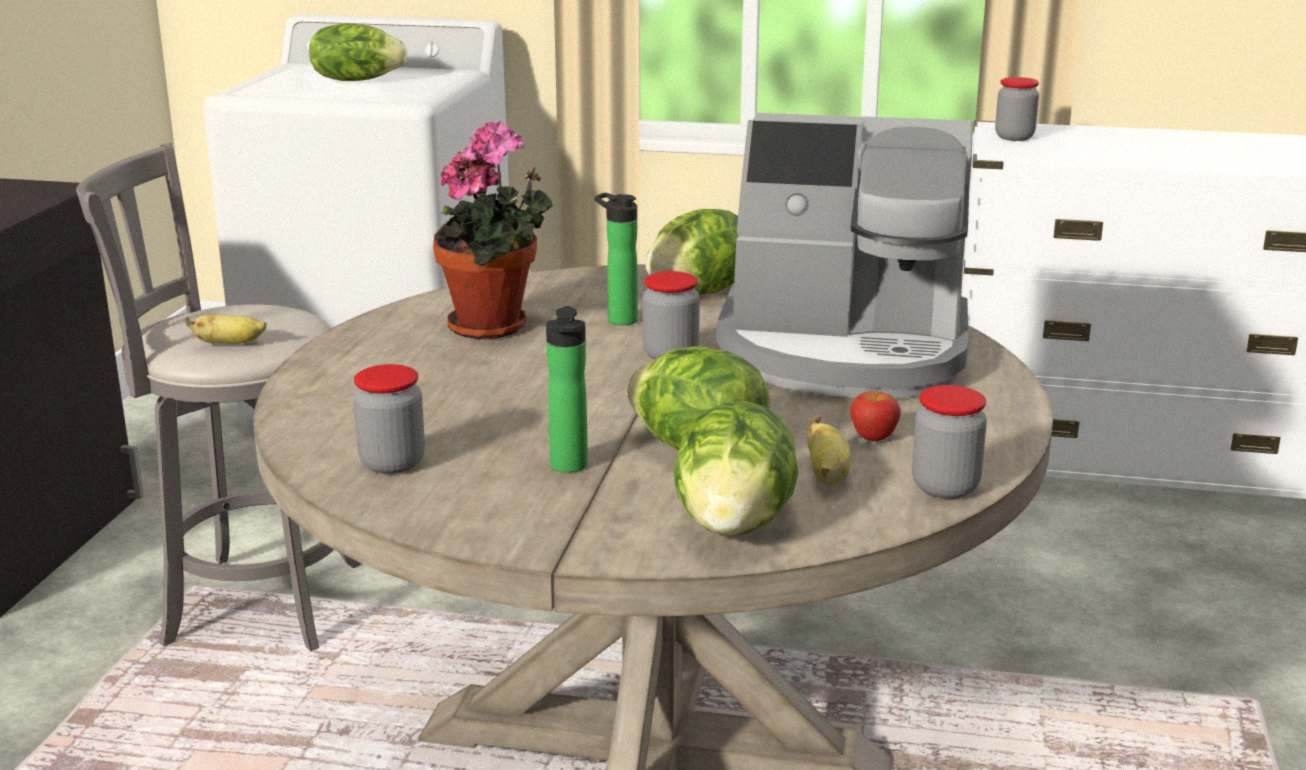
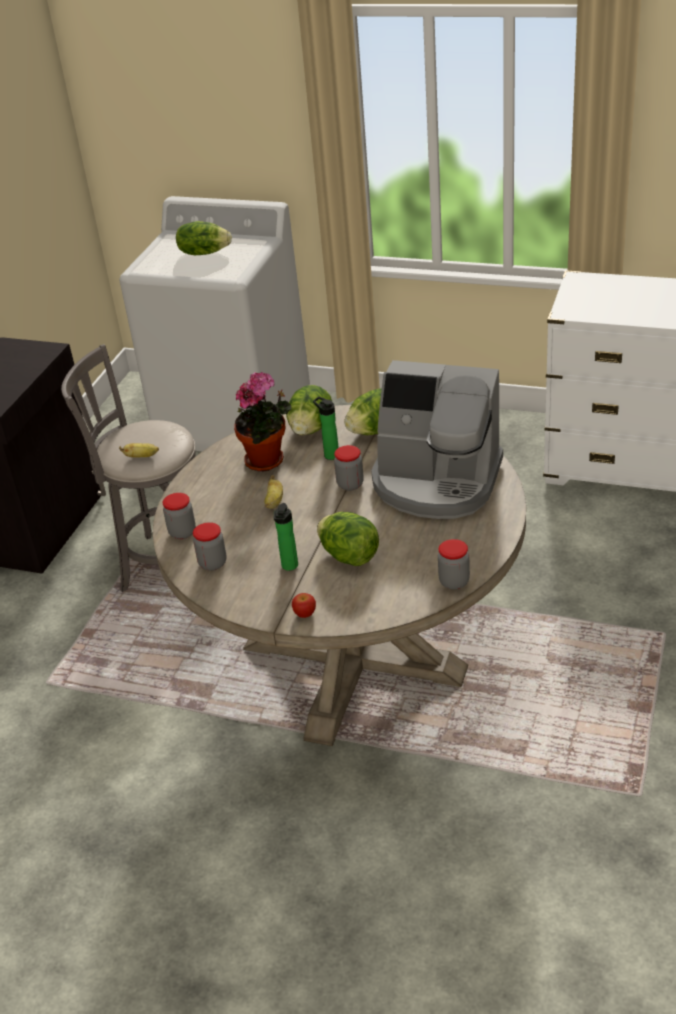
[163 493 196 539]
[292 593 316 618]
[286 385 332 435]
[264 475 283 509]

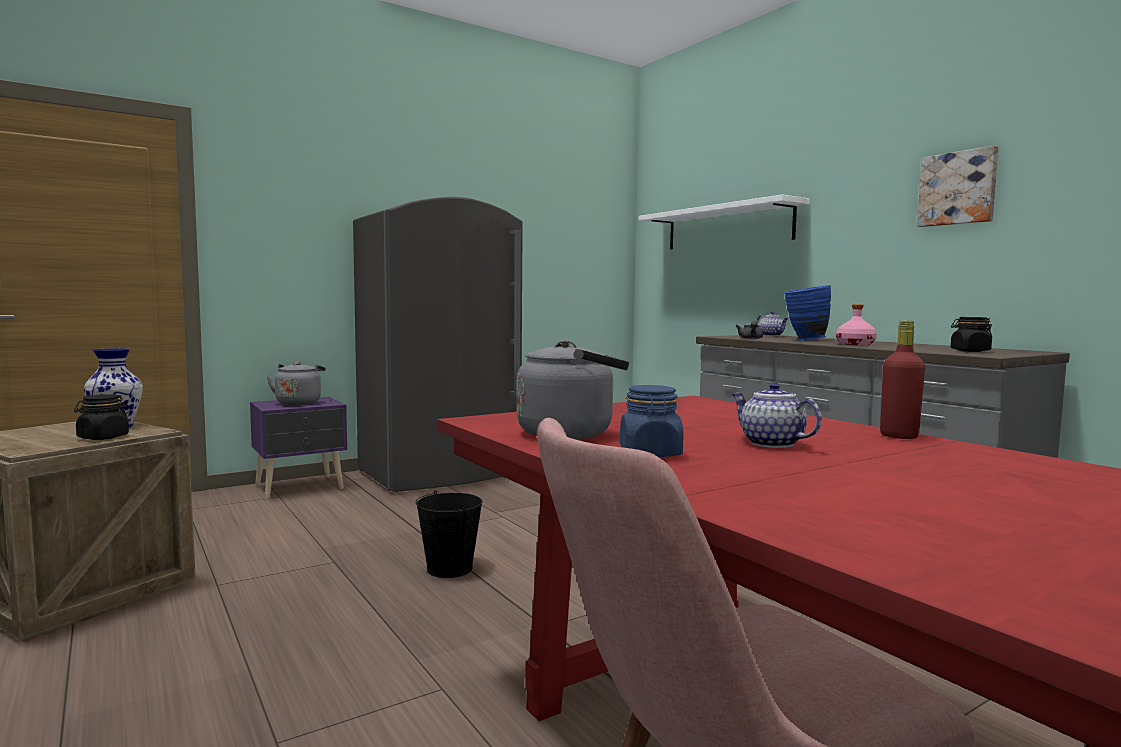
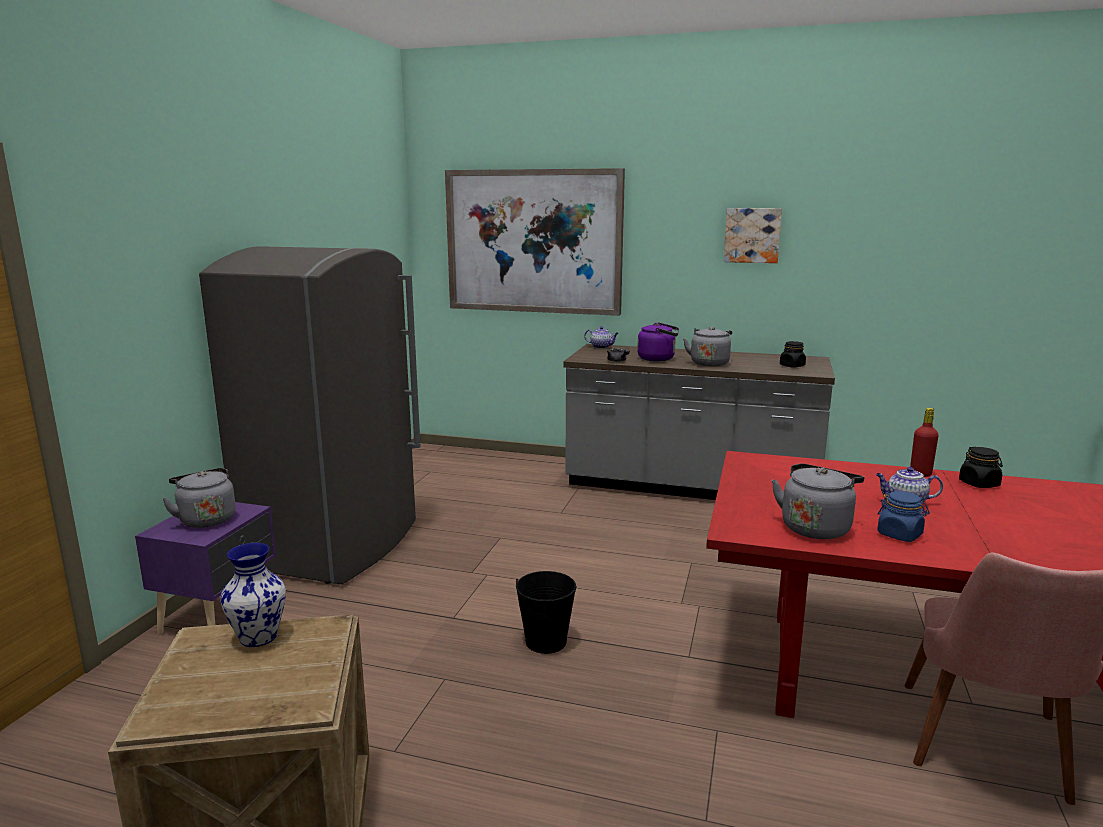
[445 168 625 316]
[637 322 679 361]
[683 327 732 366]
[959 447 1003 488]

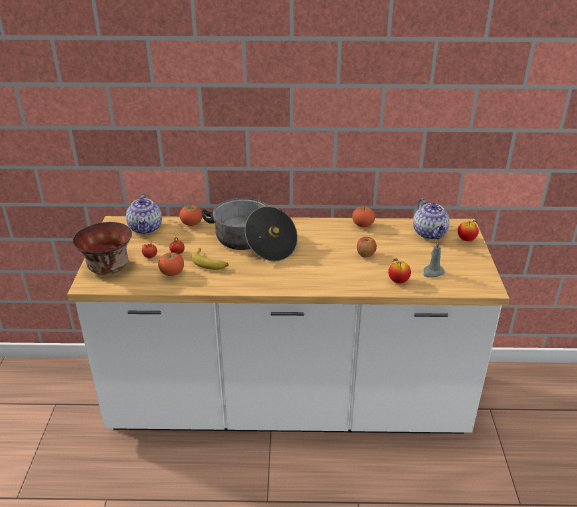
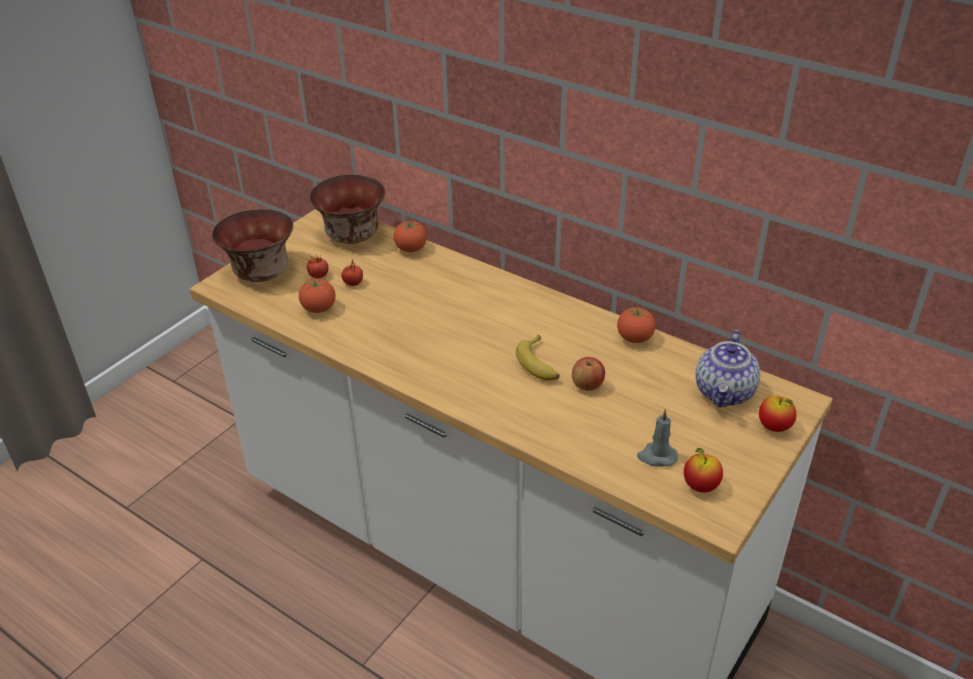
[309 175 385 244]
[201 198 298 262] (first image)
[516 335 560 381]
[684 448 723 493]

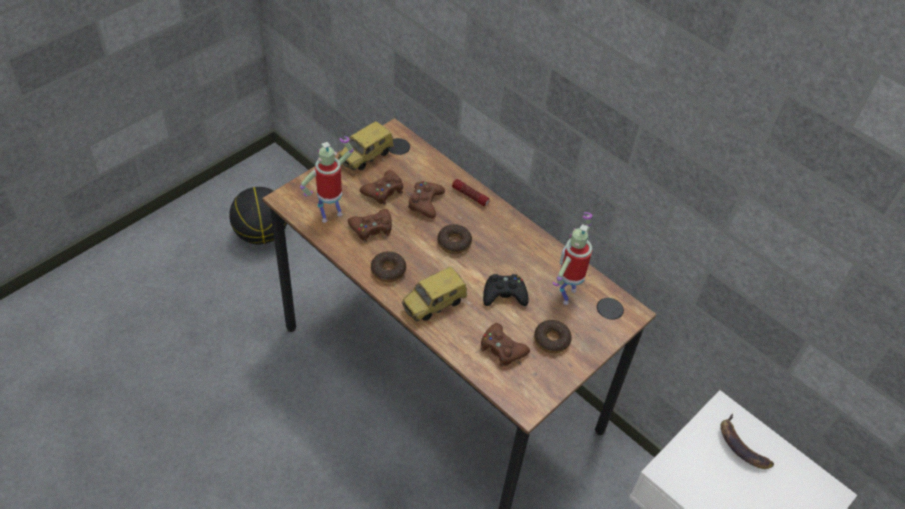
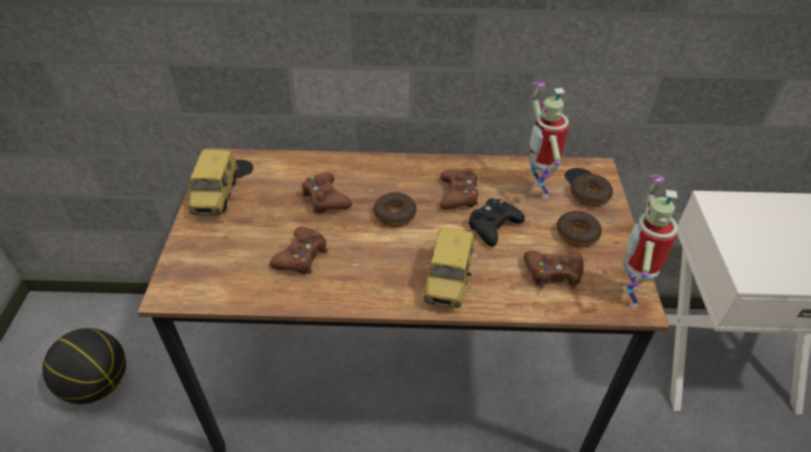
[623 175 678 308]
[440 168 478 210]
[452 179 490 206] (first image)
[570 174 613 206]
[721 413 774 469] (first image)

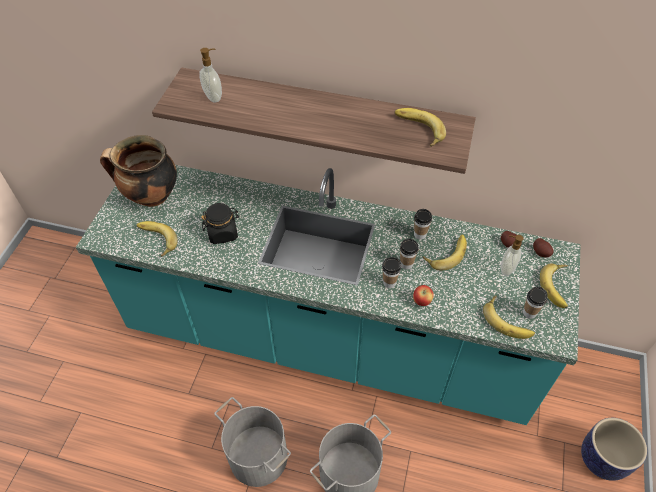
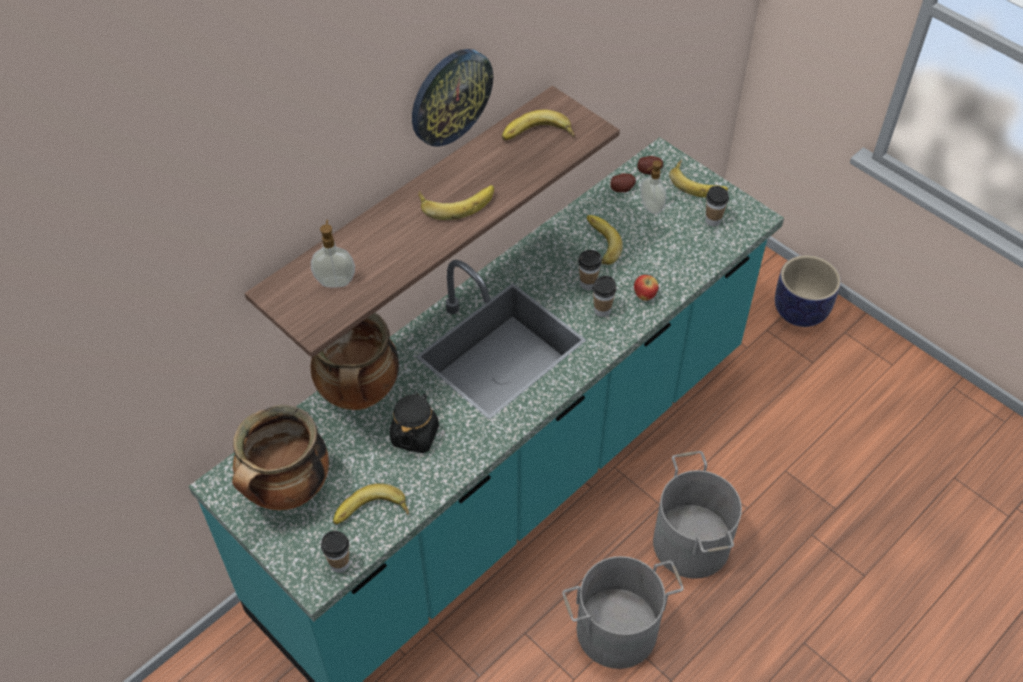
[321 531 350 573]
[418 185 494 220]
[412 49 493 147]
[311 313 399 410]

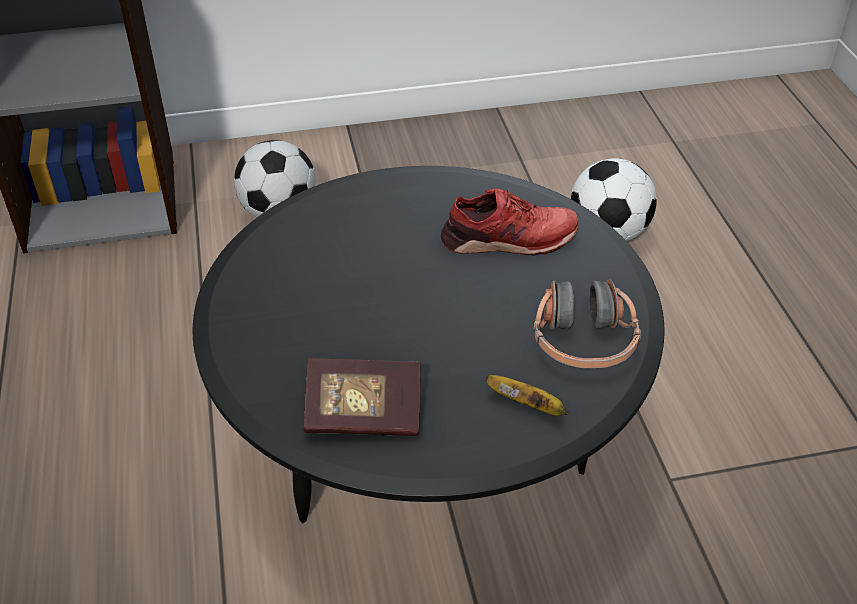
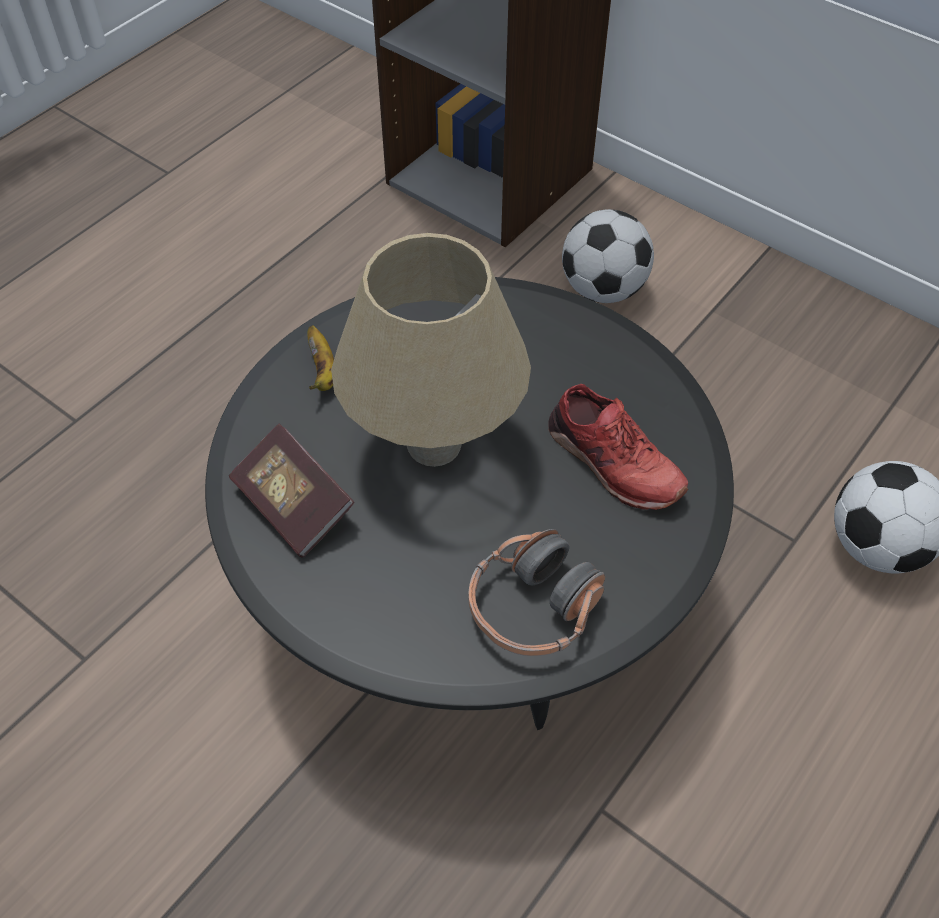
[308 325 334 391]
[331 233 531 467]

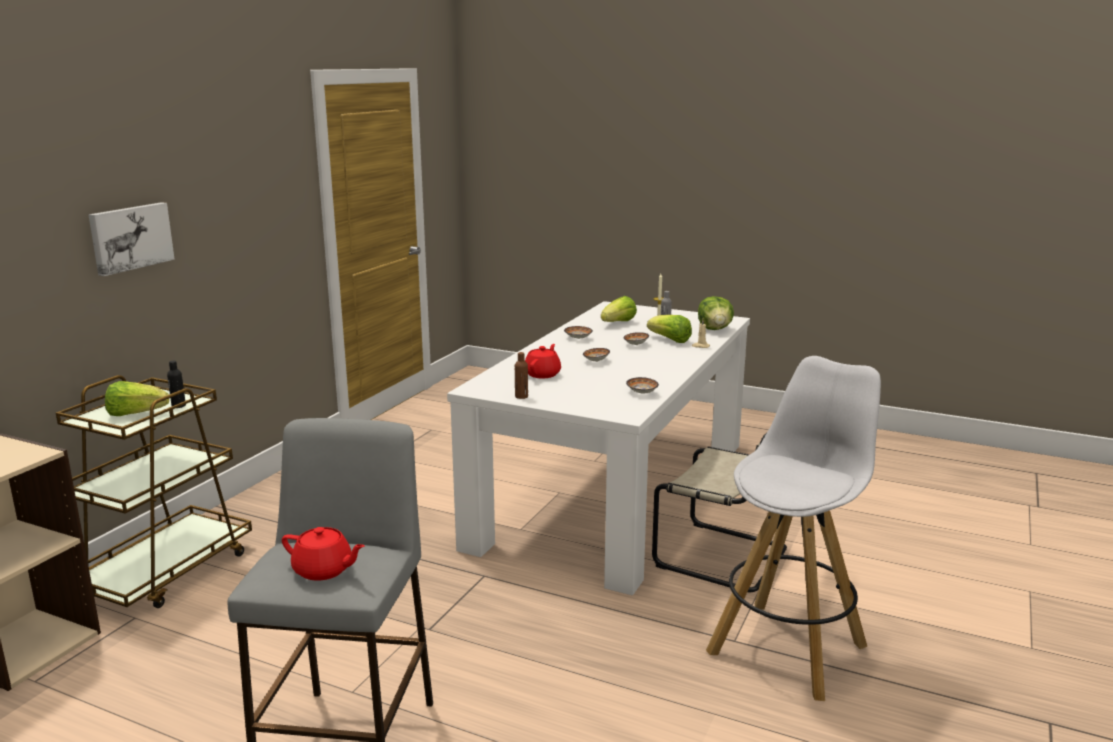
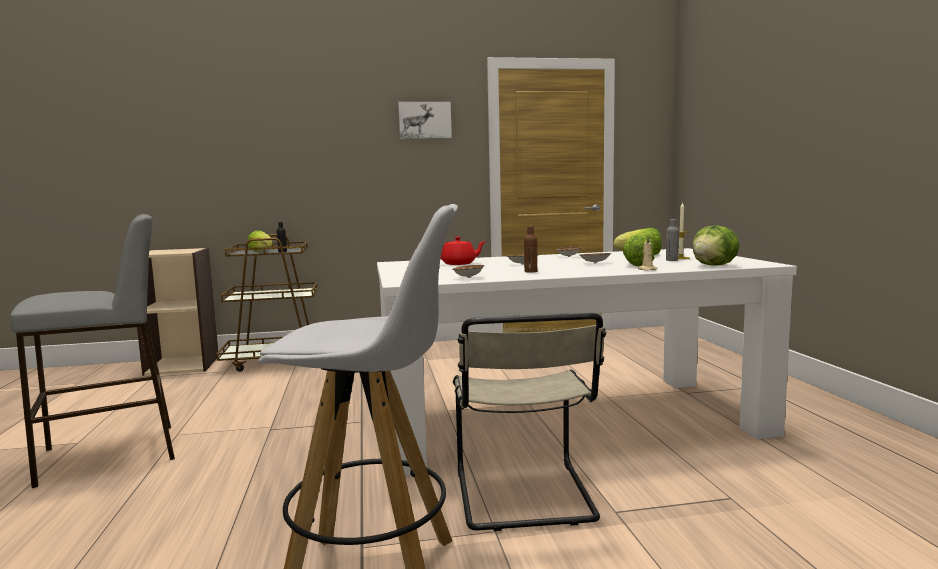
[398 102 452 139]
[524 226 537 273]
[282 527 365 581] (first image)

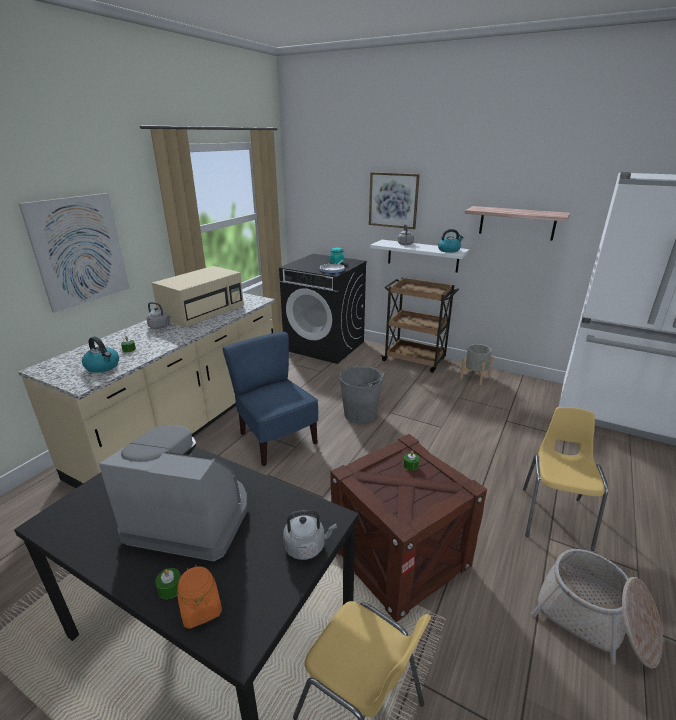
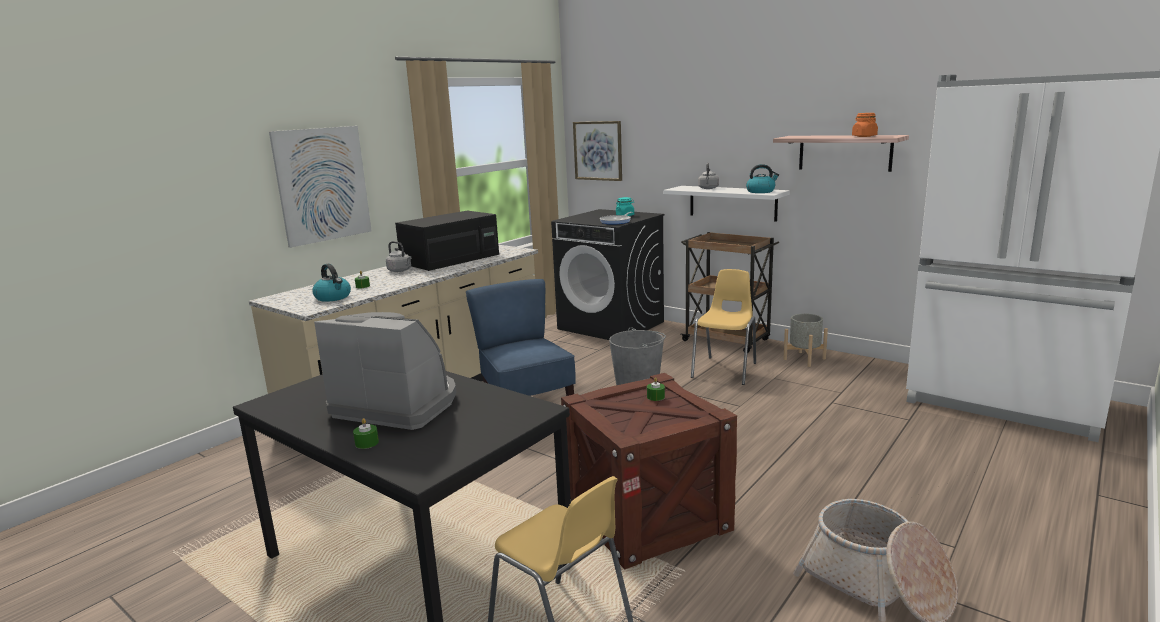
[573 121 622 181]
[395 211 499 271]
[691 269 756 385]
[283 509 337 560] (first image)
[852 113 878 137]

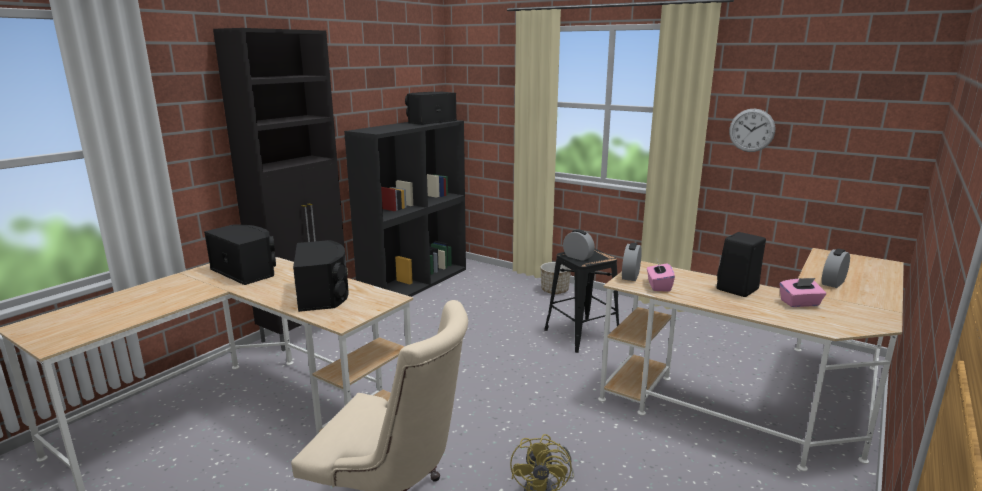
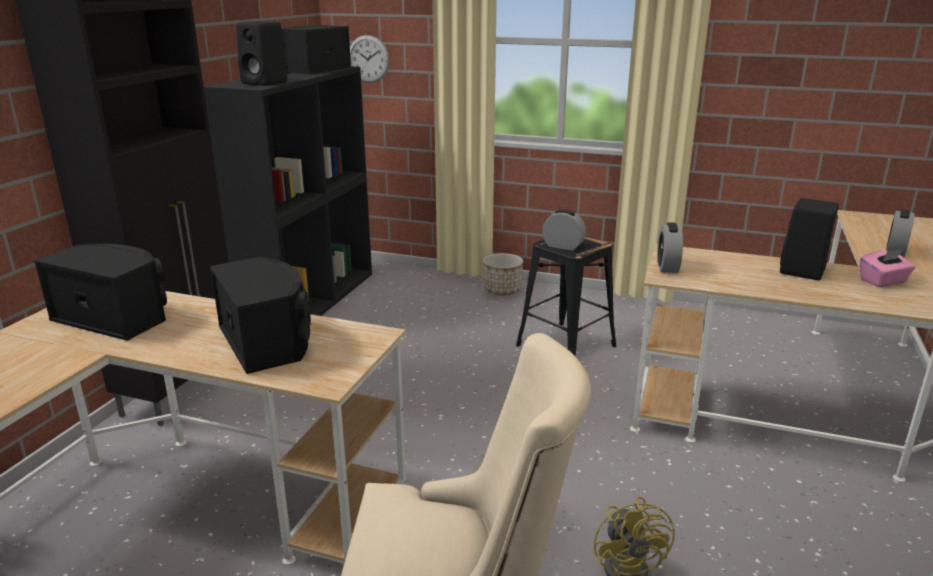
[350 35 390 83]
[647 260 675 292] (first image)
[236 21 287 86]

